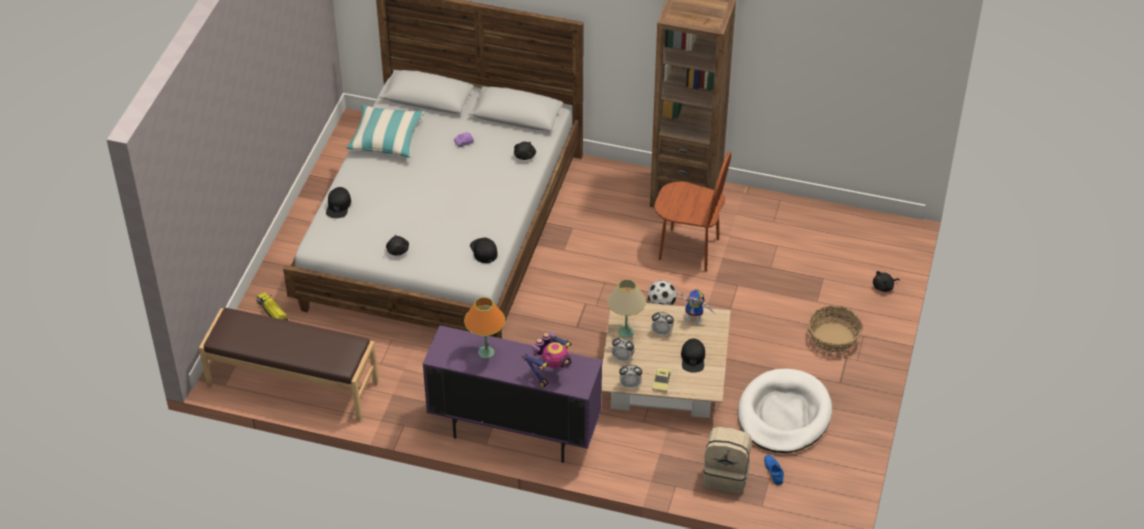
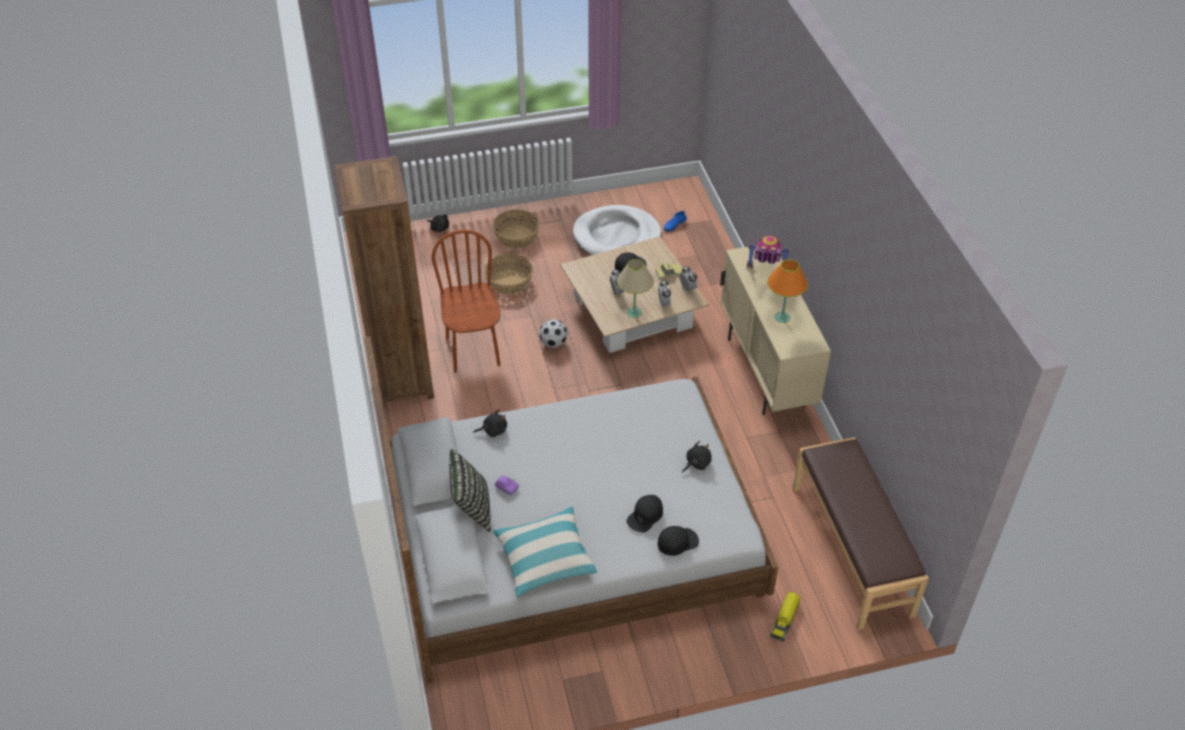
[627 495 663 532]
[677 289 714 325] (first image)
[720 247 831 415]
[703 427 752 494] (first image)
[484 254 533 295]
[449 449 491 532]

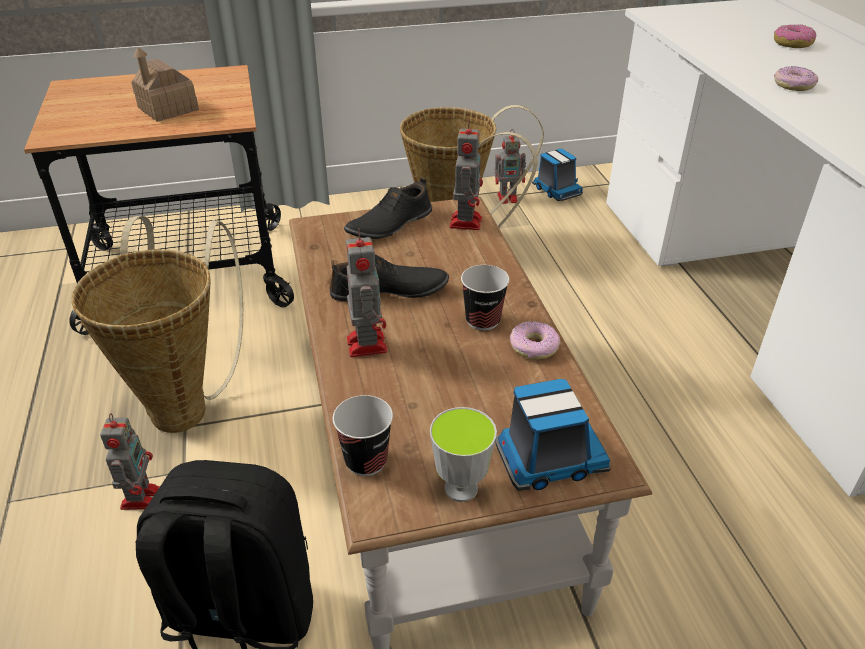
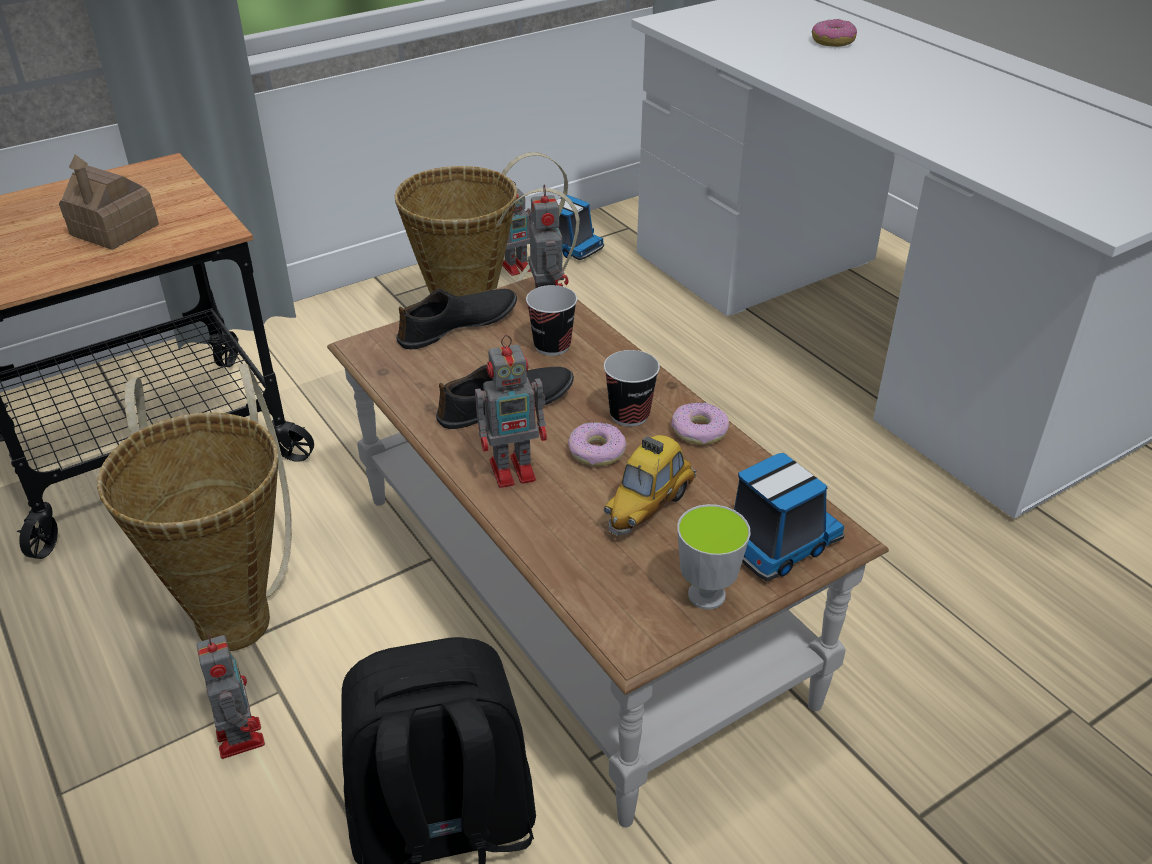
[568 422 627 466]
[396 289 517 349]
[475 335 547 488]
[526 285 577 356]
[603 435 697 536]

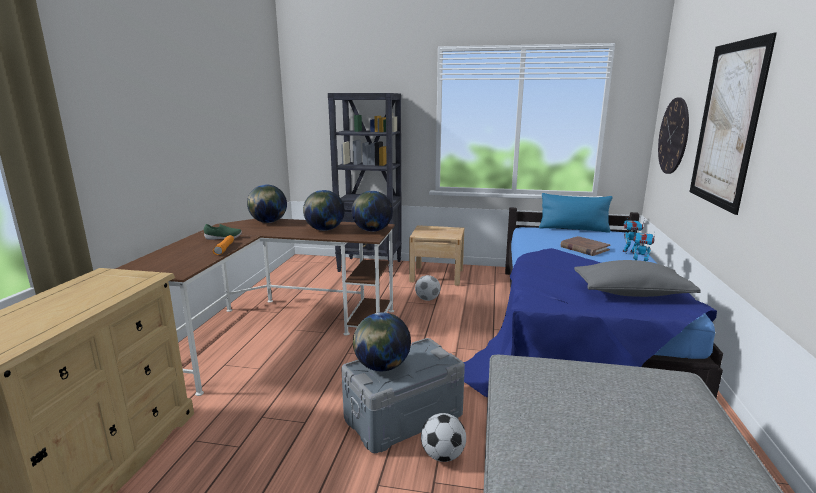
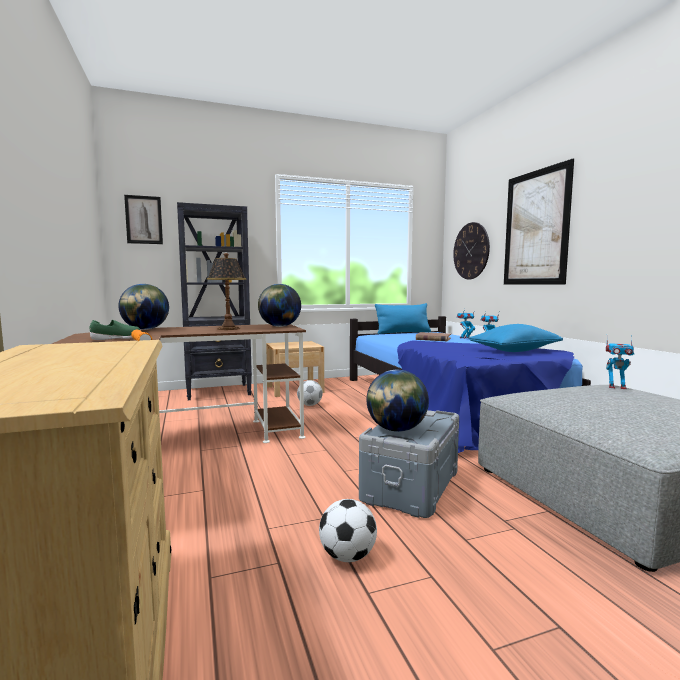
[207 253 246 330]
[469 324 563 352]
[319 499 377 562]
[124 195 163 244]
[606 335 634 389]

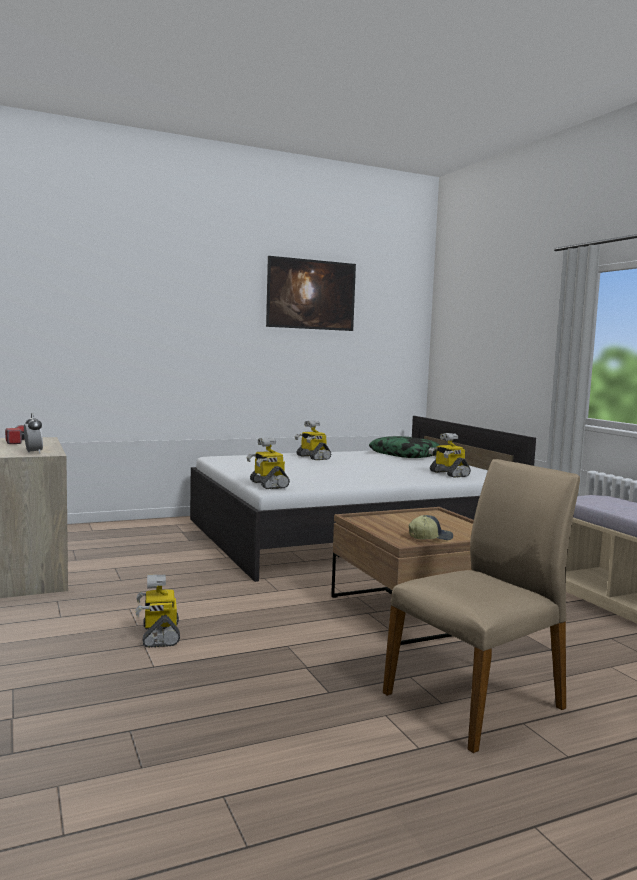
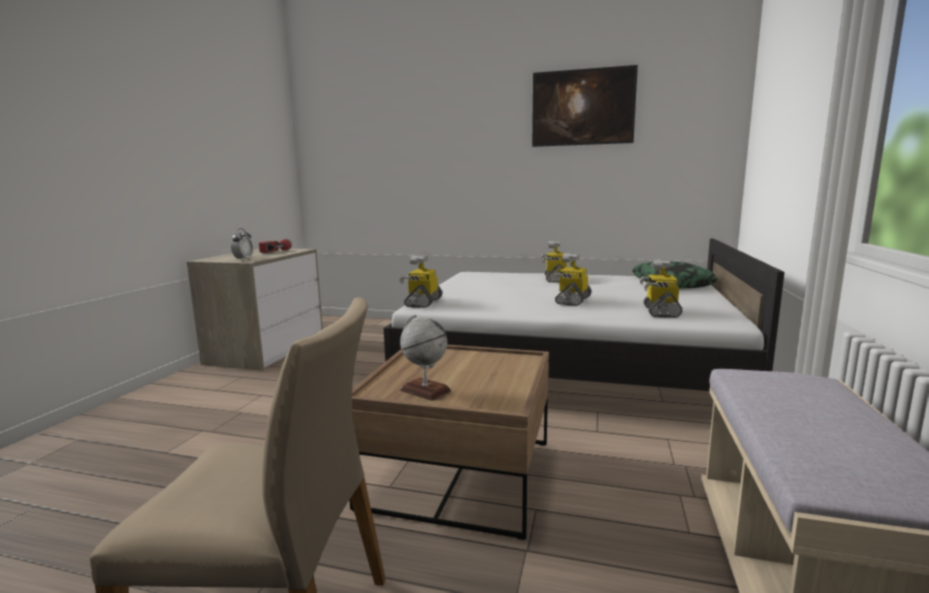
[400 315 451 401]
[551 253 592 306]

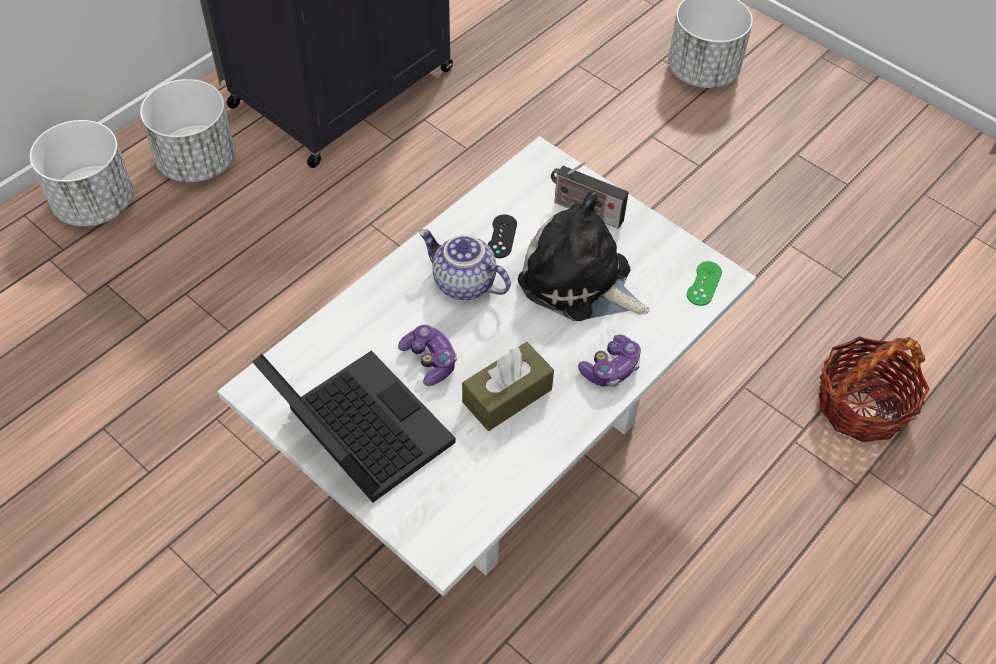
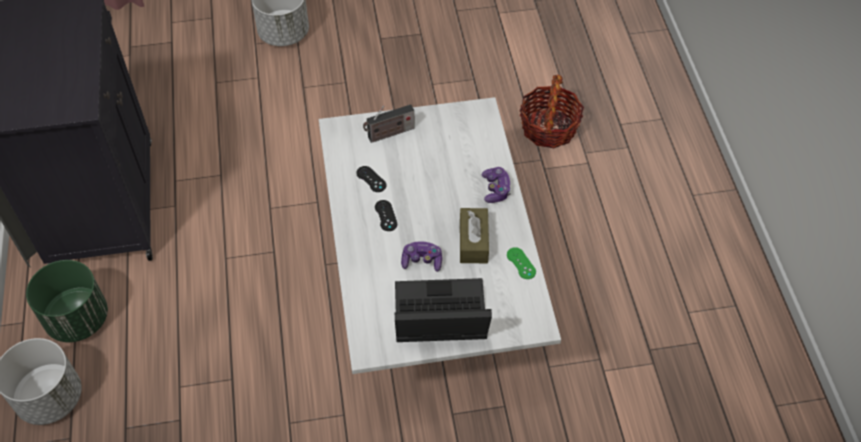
[26 260 108 342]
[518 191 650 321] (first image)
[375 200 397 231]
[507 247 536 279]

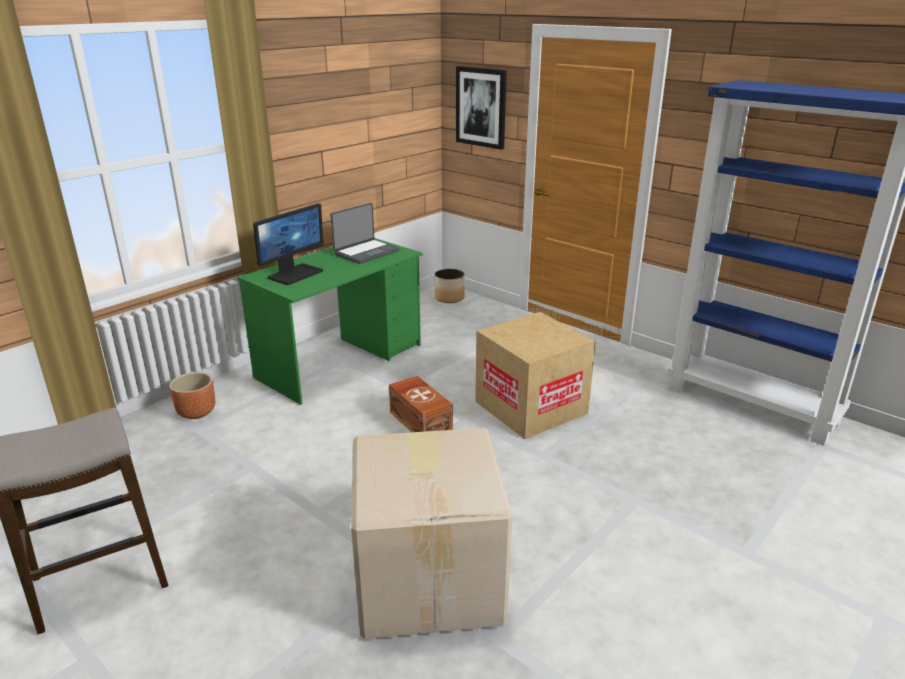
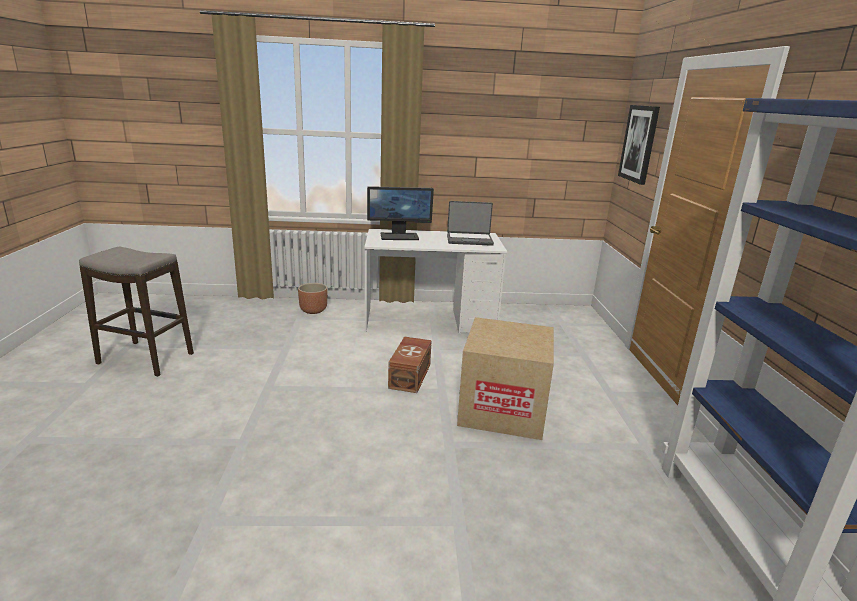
[364 229 507 334]
[435 269 465 303] (first image)
[351 428 512 639] (first image)

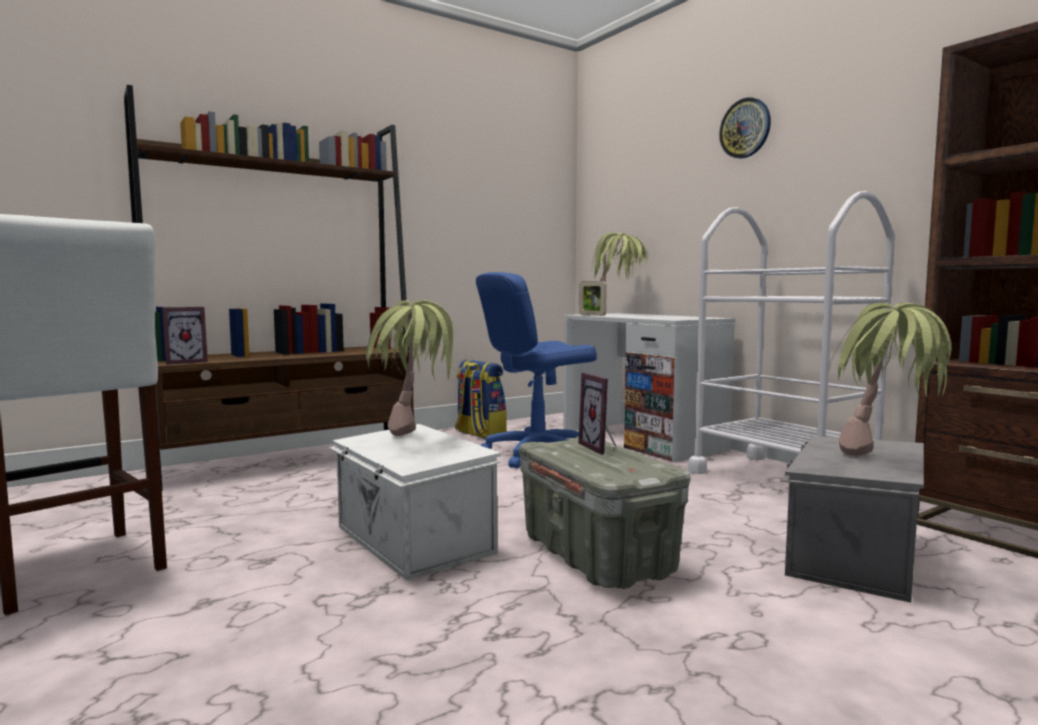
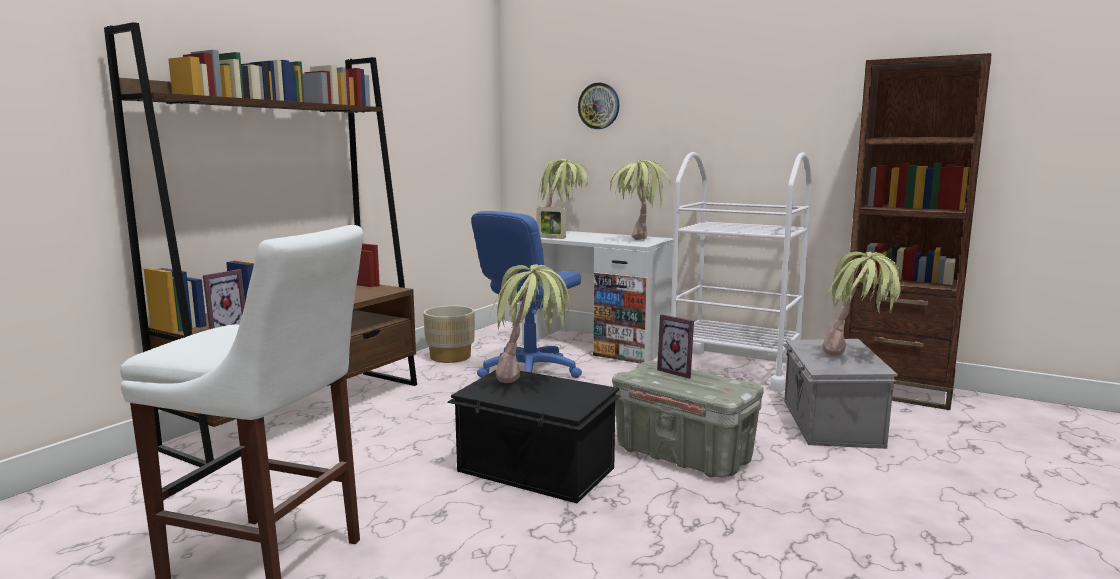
[578 83 620 129]
[423 305 475 363]
[447 370 621 504]
[610 160 671 240]

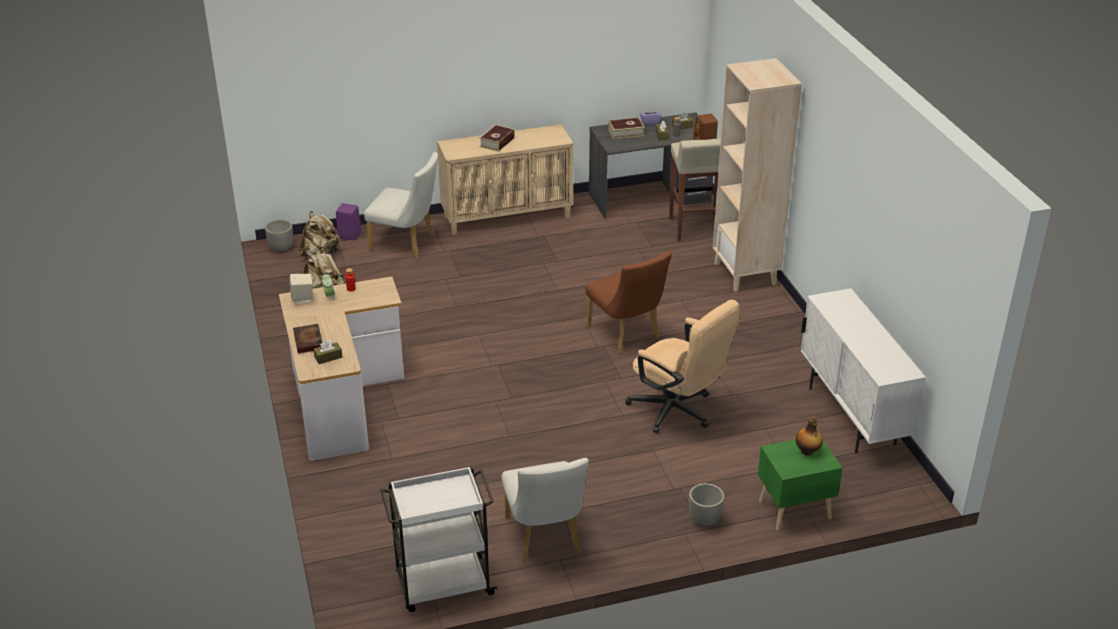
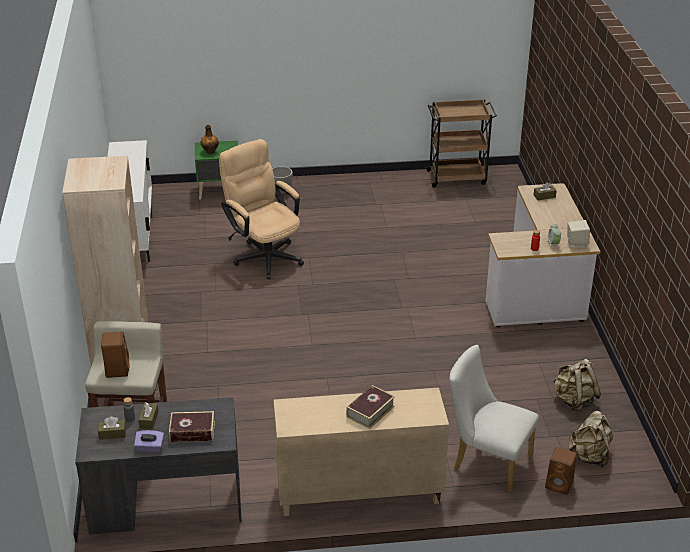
[545 447 577 495]
[265 220 293 252] (first image)
[585 251 672 353] (first image)
[293 324 322 353] (first image)
[502 458 589 563] (first image)
[425 99 497 188]

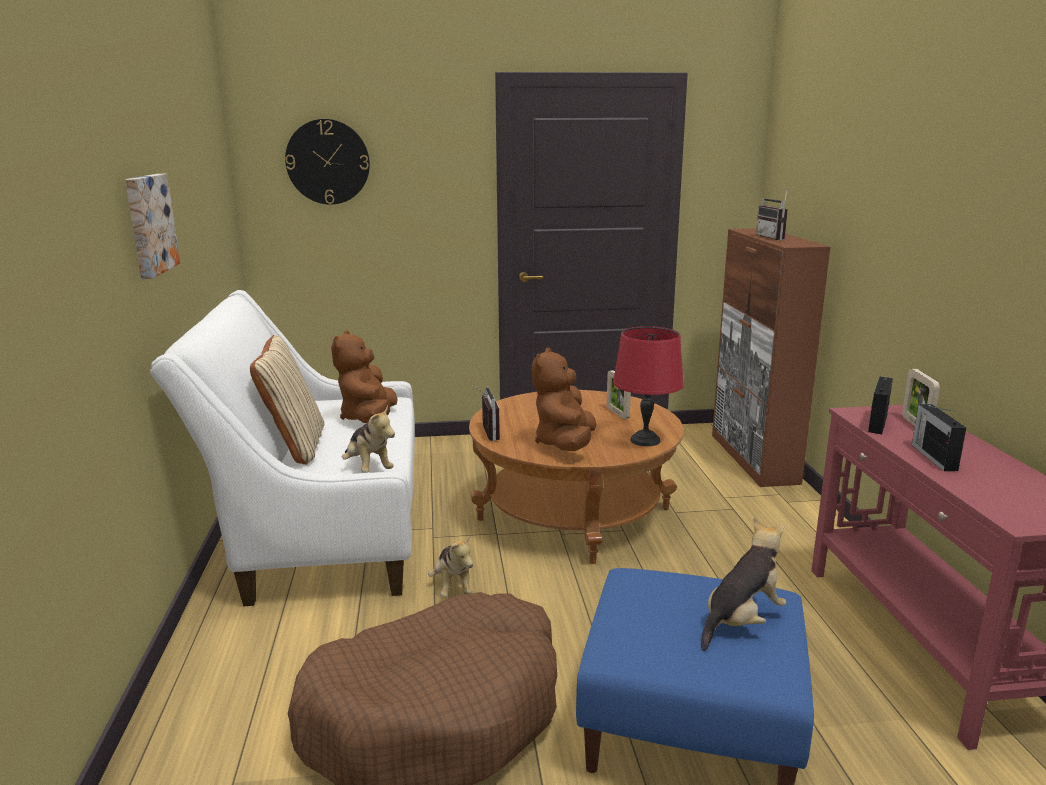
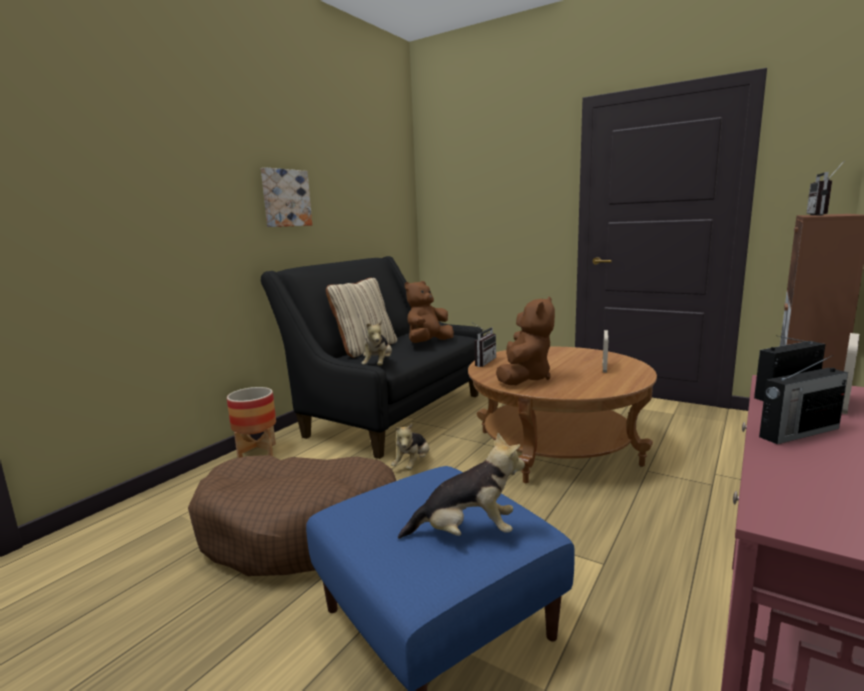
[285 119 370 205] (first image)
[260 256 483 459]
[613 326 684 446] (first image)
[496 296 555 385]
[759 355 848 444]
[227 387 276 458]

